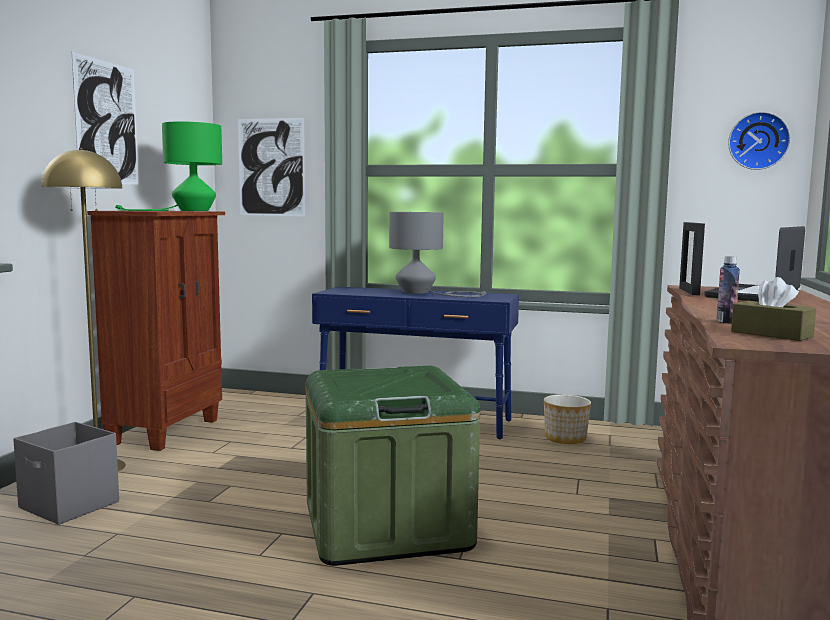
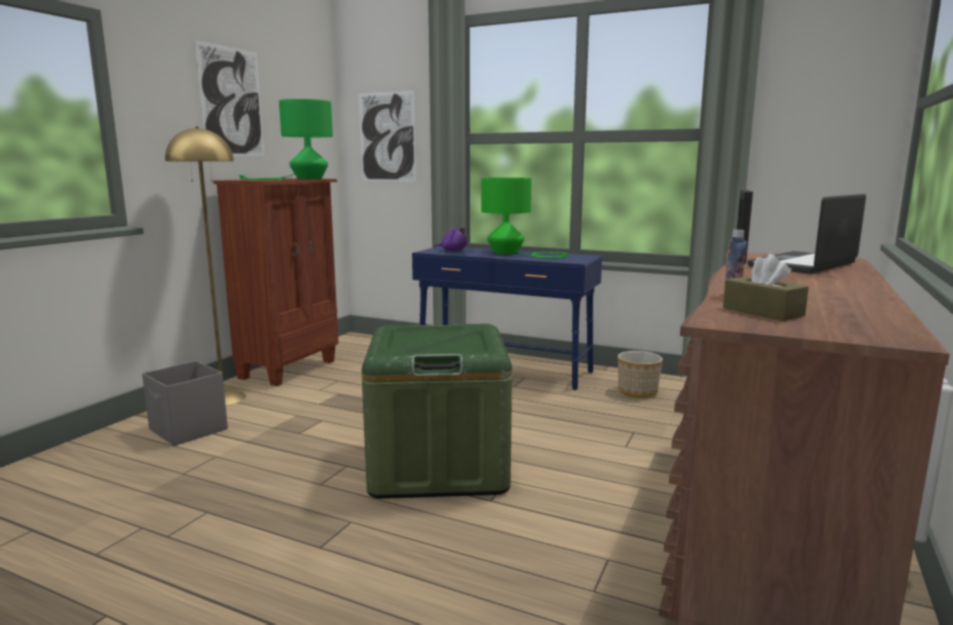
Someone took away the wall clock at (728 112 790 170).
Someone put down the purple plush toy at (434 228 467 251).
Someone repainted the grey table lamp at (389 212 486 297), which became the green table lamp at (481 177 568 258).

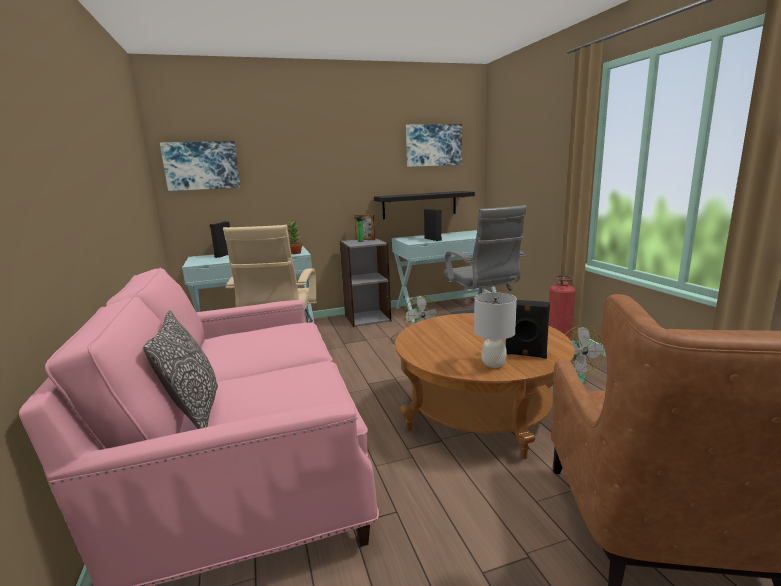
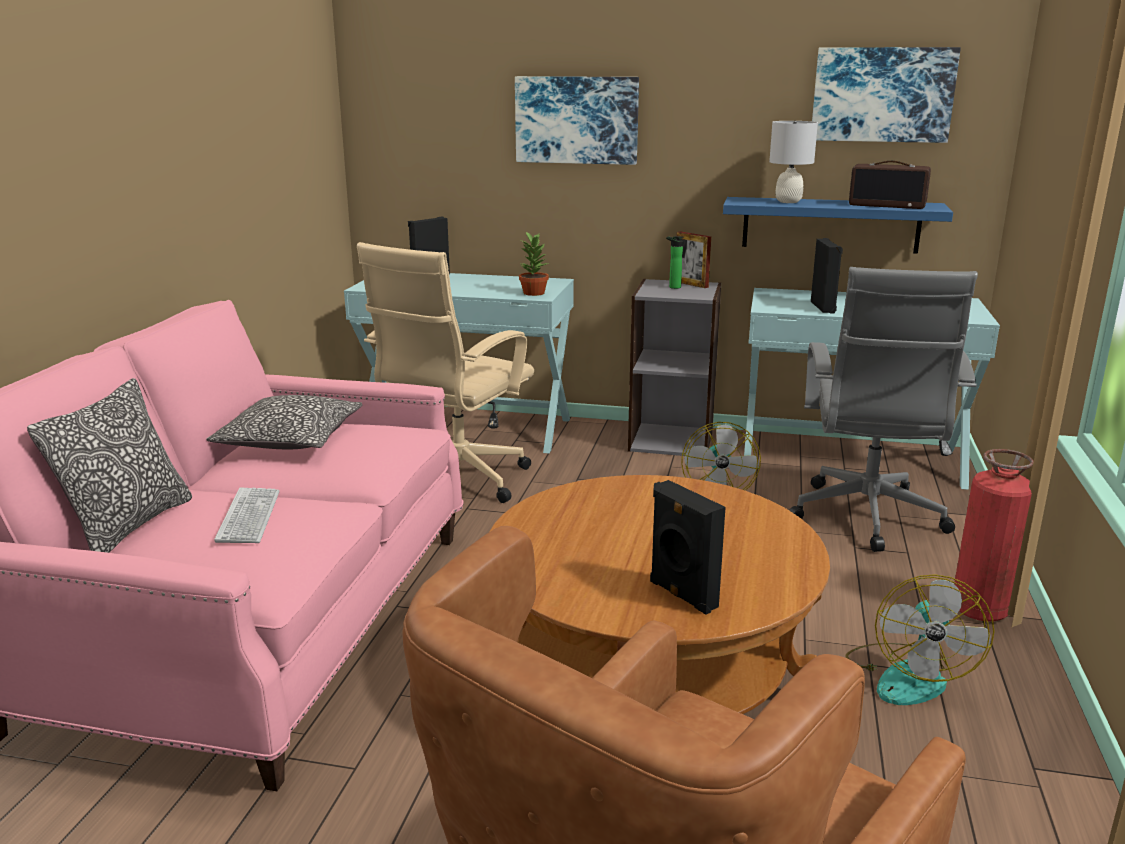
Someone put down the pillow at (206 395 363 449).
Someone put down the keyboard at (214 488 280 543).
Someone put down the radio at (849 161 931 209).
Someone carried the picture from (160 141 240 191) to (515 76 639 165).
Someone carried the grey table lamp from (474 292 517 368) to (769 121 818 203).
Someone repainted the black shelf at (374 191 475 219), which became the blue shelf at (723 197 953 254).

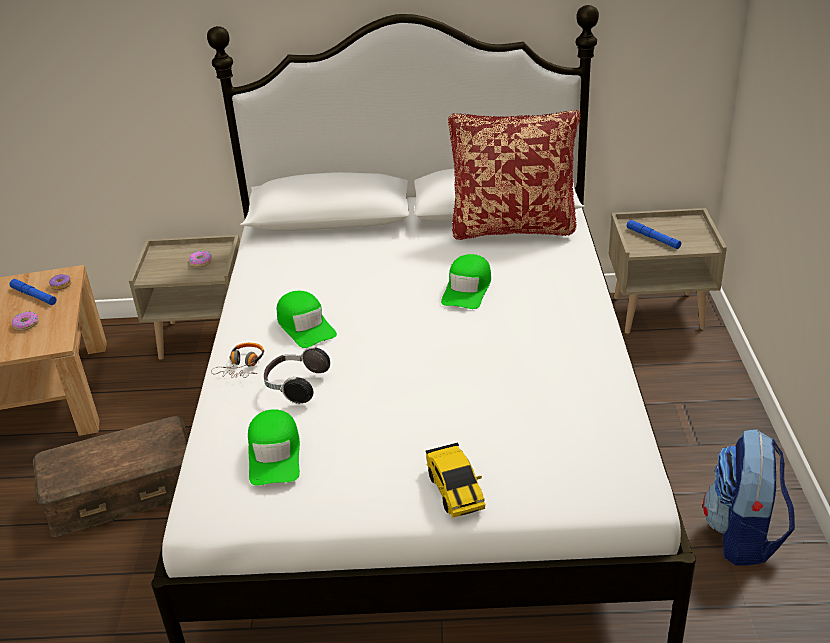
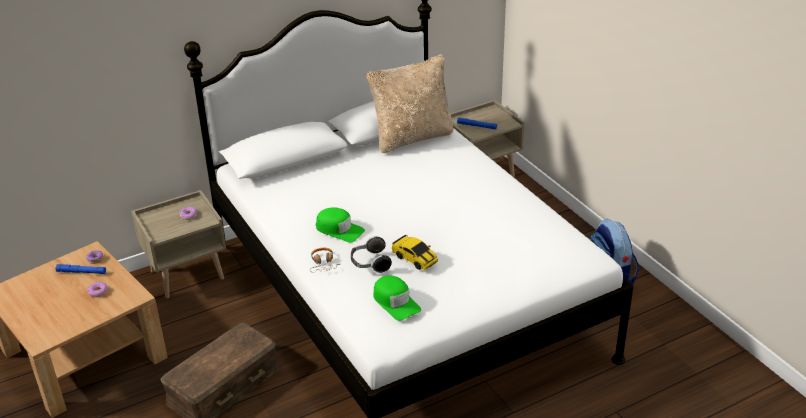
Someone took away the green cap at (441 254 491 309).
Someone carried the toy car from (425 443 486 518) to (392 235 438 270).
Someone repainted the red pillow at (448 110 581 240), which became the beige pillow at (366 54 453 154).

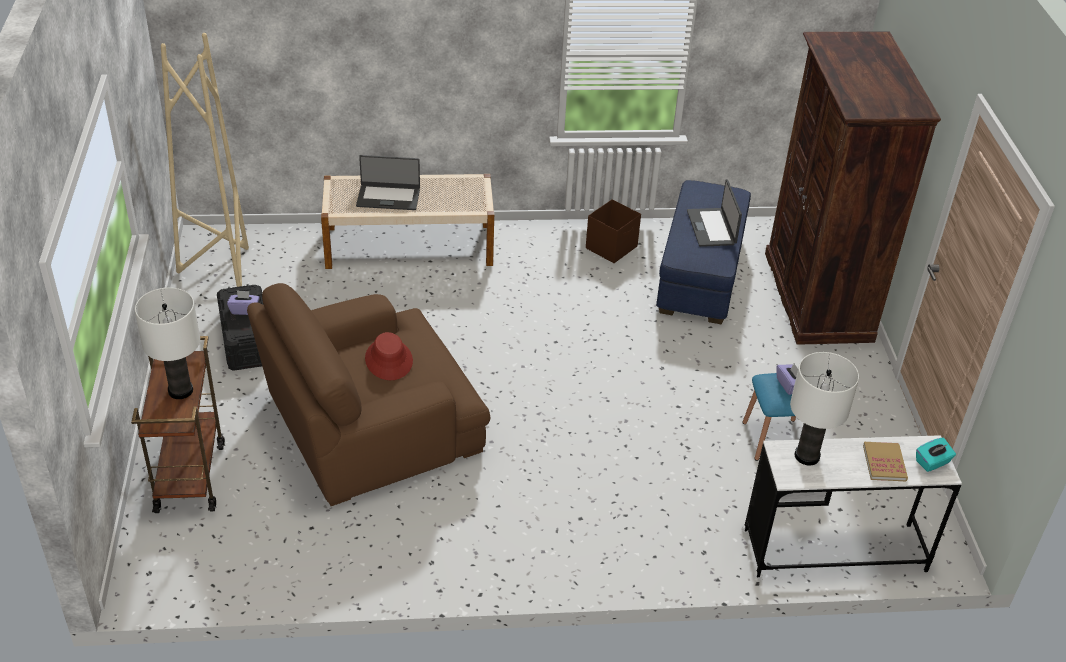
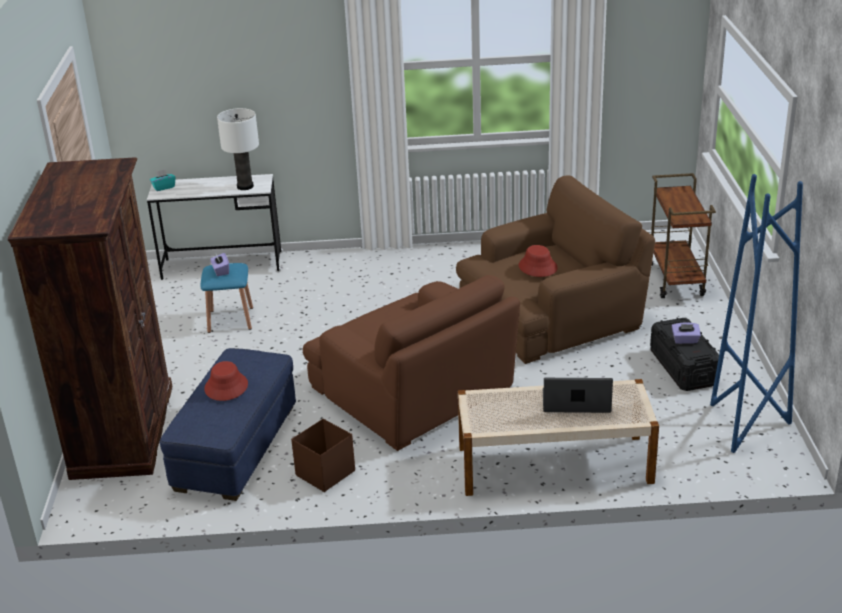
Someone took away the white table lamp at (135 287 200 399).
Someone took away the book at (863 442 908 481).
Someone put down the brown armchair at (303 275 520 451).
Someone swapped the laptop at (687 179 742 247) for the red hat at (204 361 248 401).
Someone repainted the beige clothes rack at (161 33 249 287), which became the blue clothes rack at (710 174 803 453).

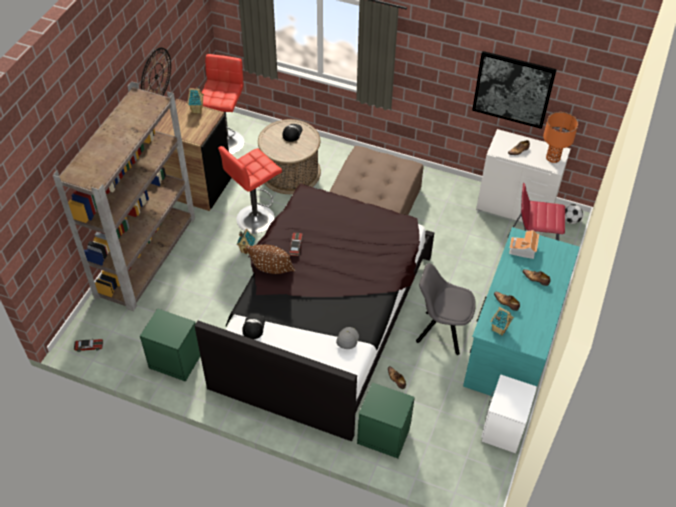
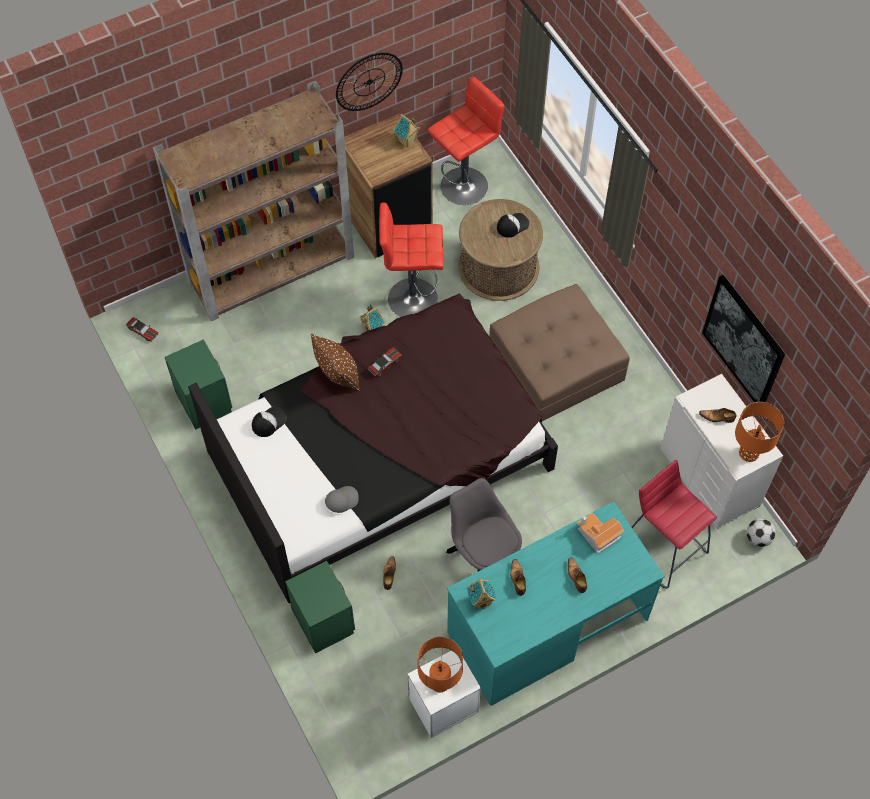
Someone put down the orange table lamp at (418 637 463 692).

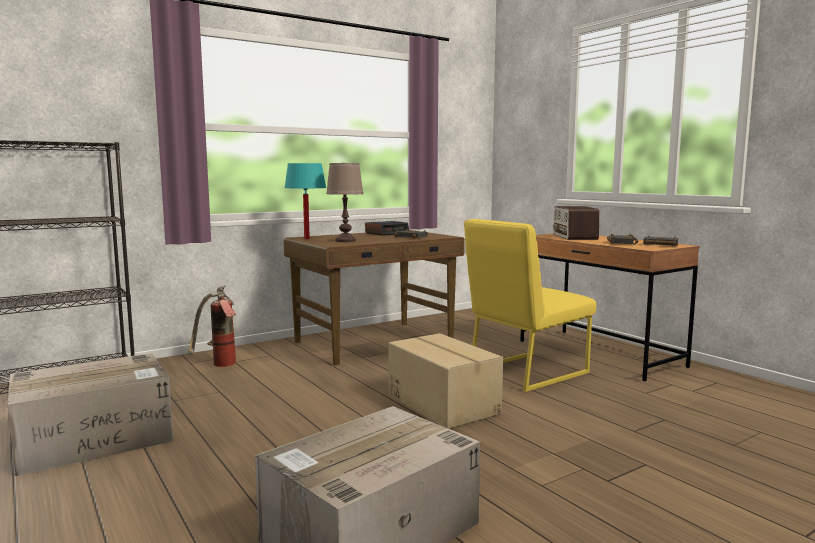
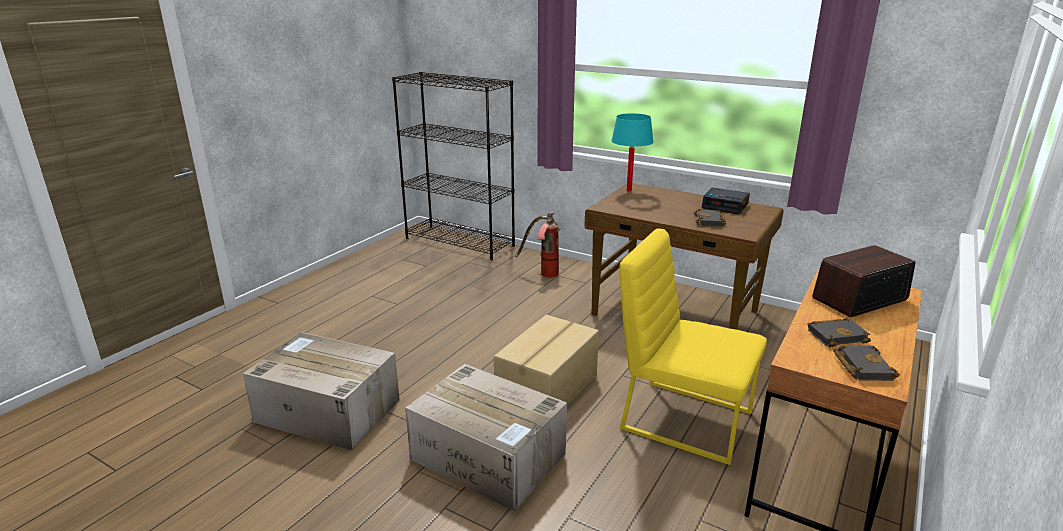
Someone took away the brown table lamp at (326 163 364 242).
Someone carried the cardboard box from (8 353 173 476) to (405 364 567 511).

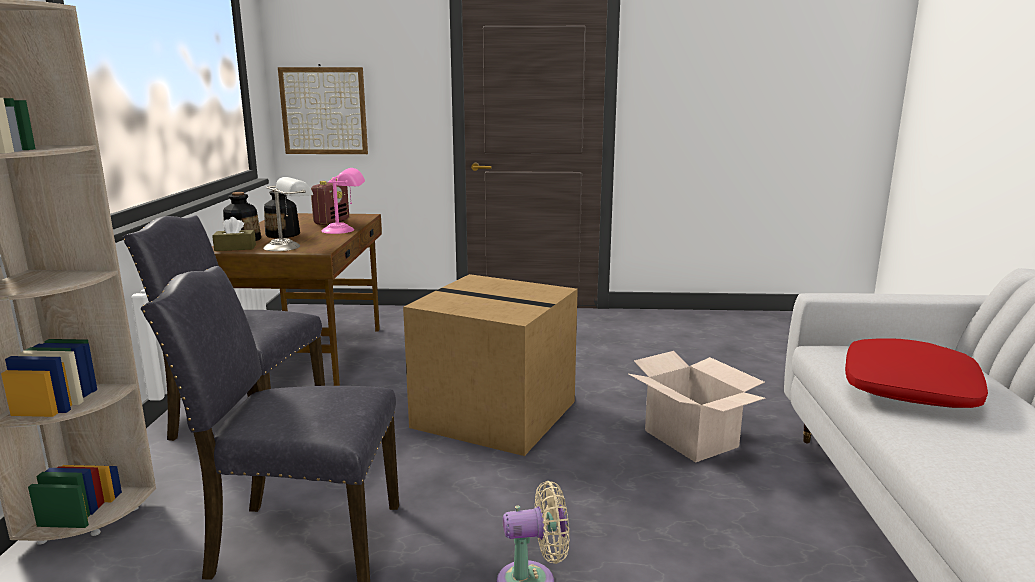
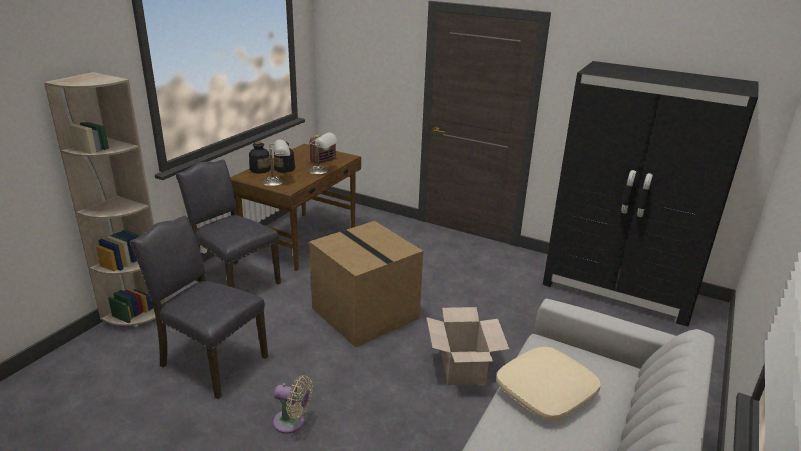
Someone took away the brown tissue box at (212 217 256 251).
Someone took away the picture at (278 64 368 154).
Someone put down the black cabinet at (543 61 759 326).
Someone repainted the pink table lamp at (321 168 365 234), which became the white table lamp at (308 132 338 174).
Someone repainted the red pillow at (845 338 988 408), which became the beige pillow at (496 347 601 420).

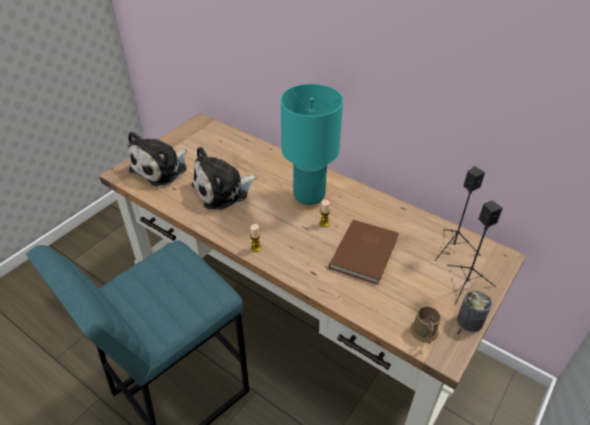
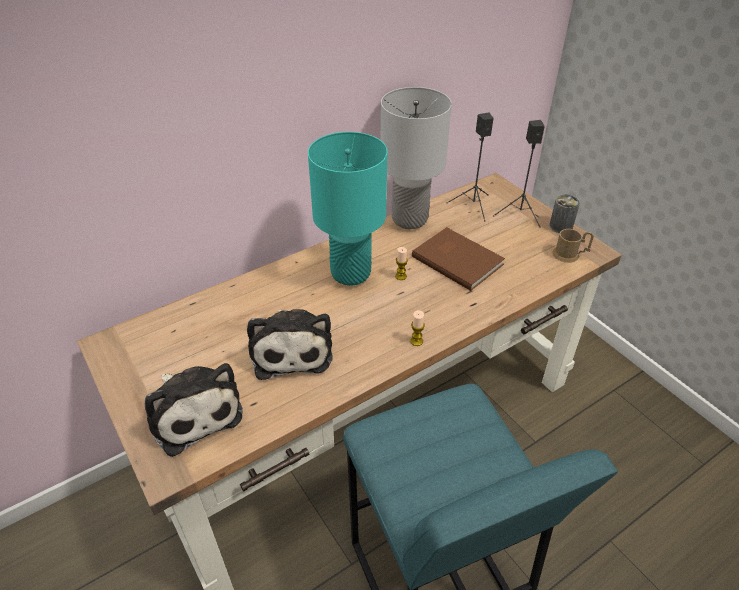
Someone put down the grey table lamp at (381 87 452 229).

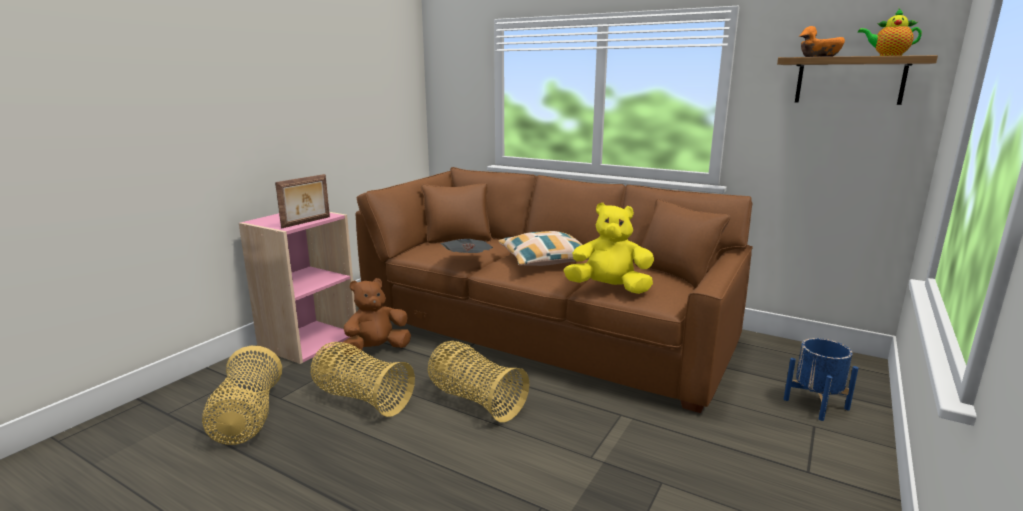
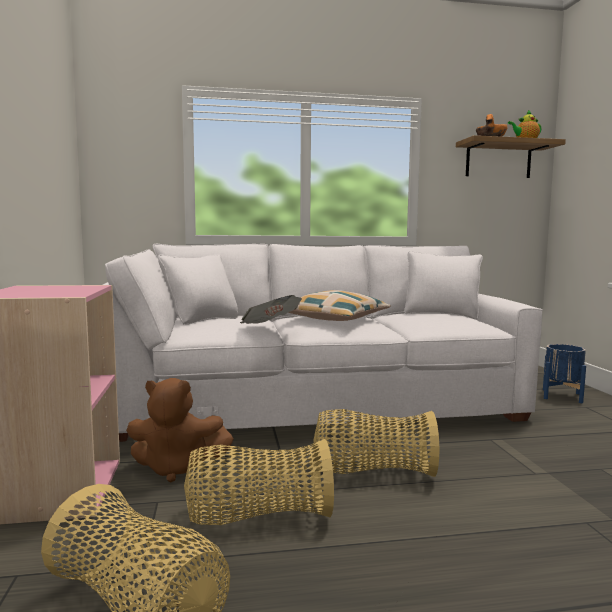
Someone took away the picture frame at (275 174 330 228).
Someone took away the yellow plush toy at (564 203 654 294).
Someone repainted the brown sofa at (355 167 753 413), which became the white sofa at (103 244 543 442).
Someone rotated the brown plush toy at (340 278 411 355) by 105 degrees counterclockwise.

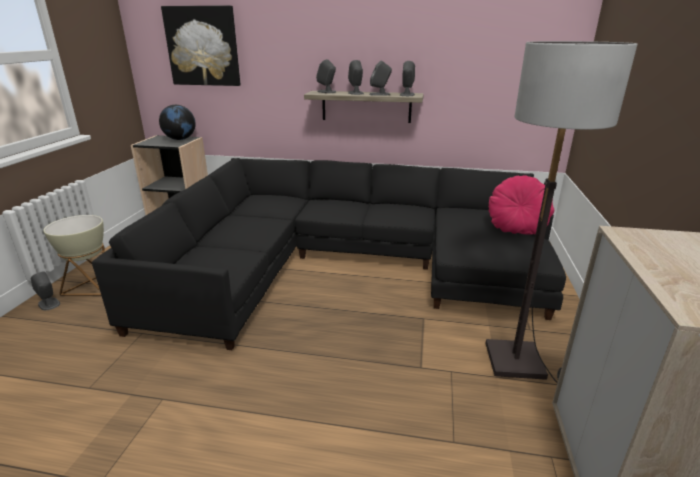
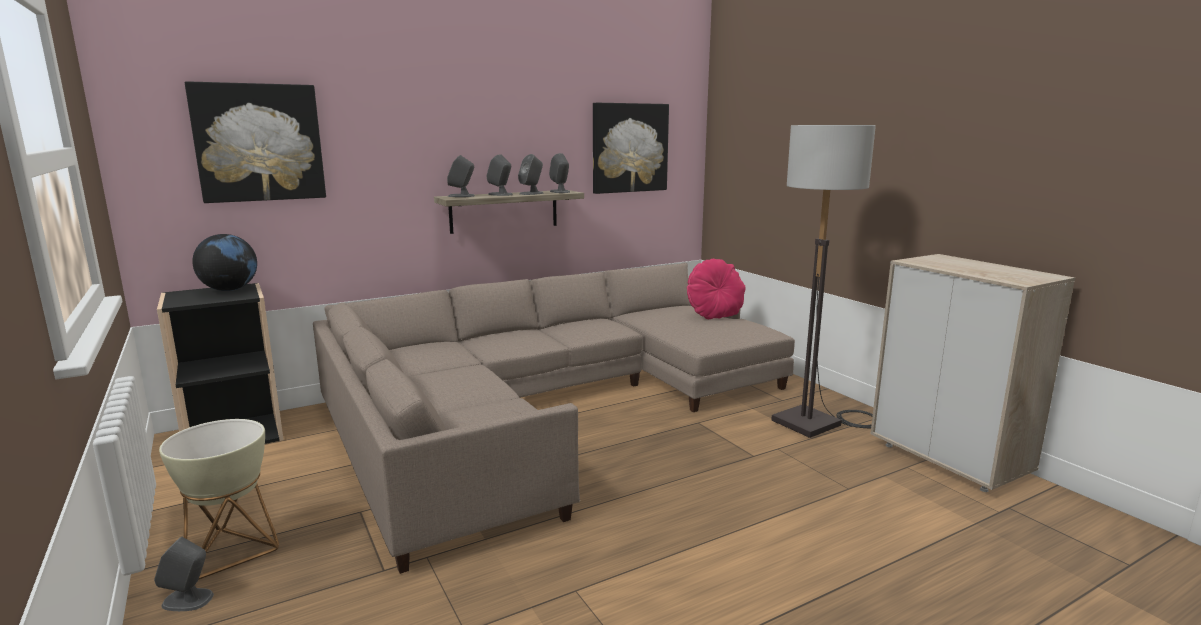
Someone put up the picture at (593 103 669 194).
Someone repainted the black sofa at (92 158 566 350), which became the beige sofa at (313 263 795 574).

